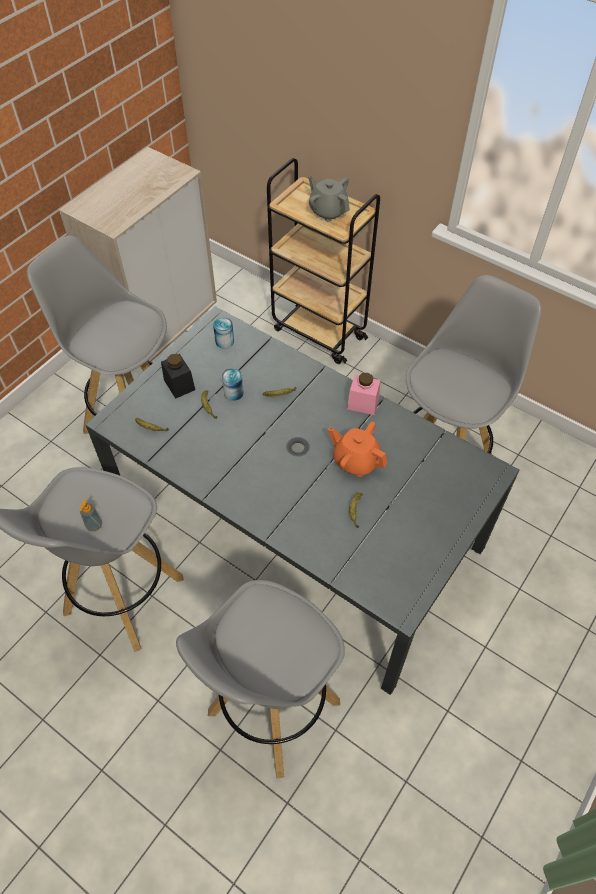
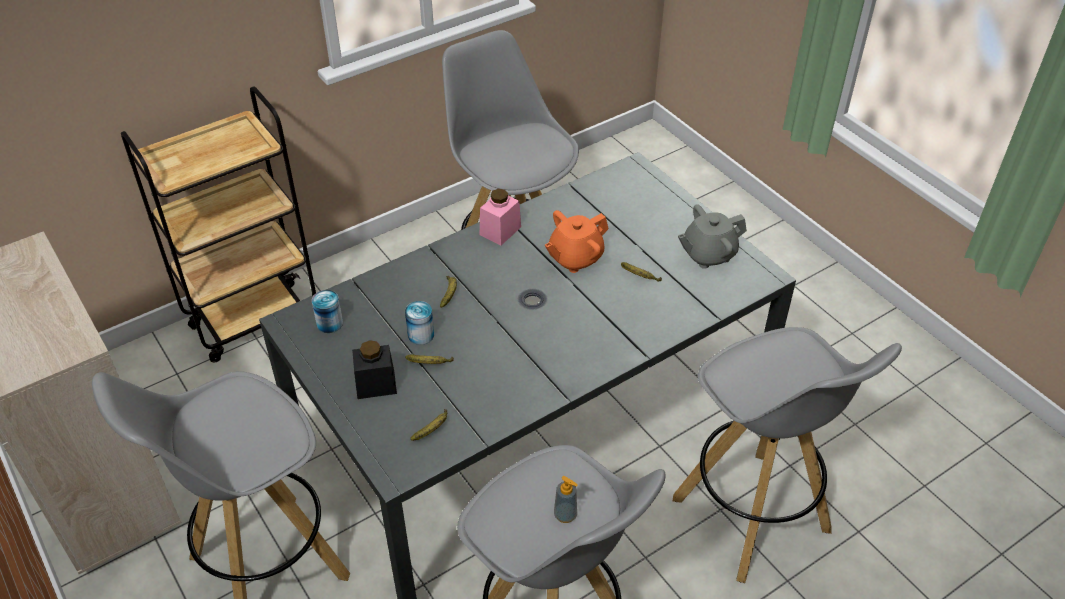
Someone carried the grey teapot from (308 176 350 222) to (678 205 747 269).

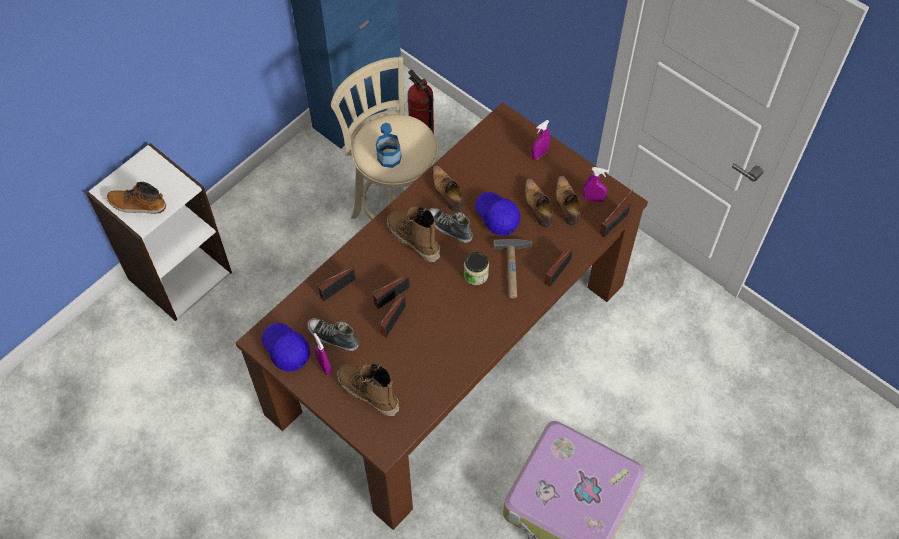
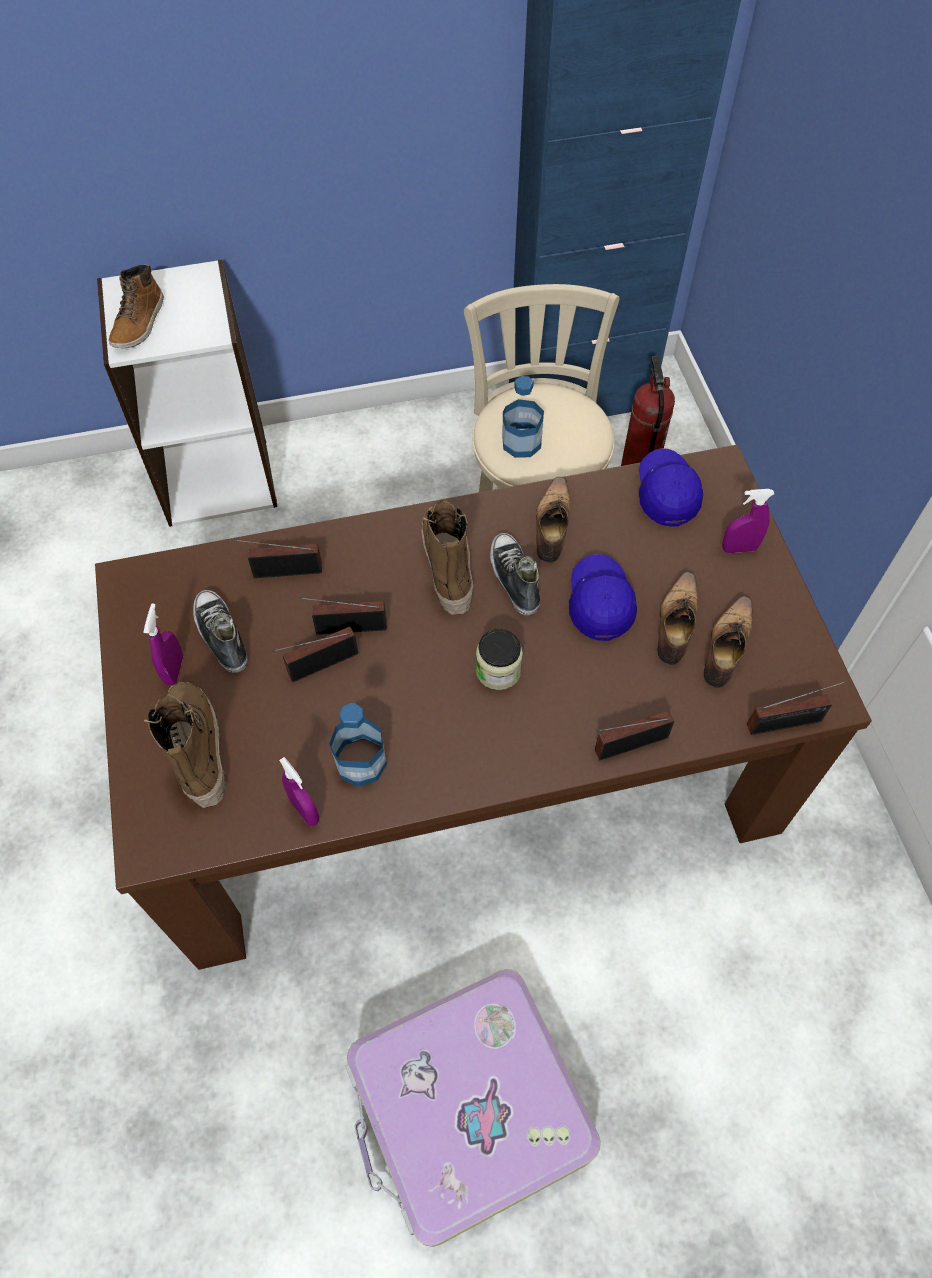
Someone took away the hammer at (494 239 532 298).
Someone put down the bottle at (329 703 387 787).
Someone carried the blue cap from (262 323 310 371) to (639 448 703 526).
Someone carried the purple spray bottle from (583 167 608 203) to (279 757 319 826).
Someone rotated the boot at (107 182 166 214) by 120 degrees counterclockwise.

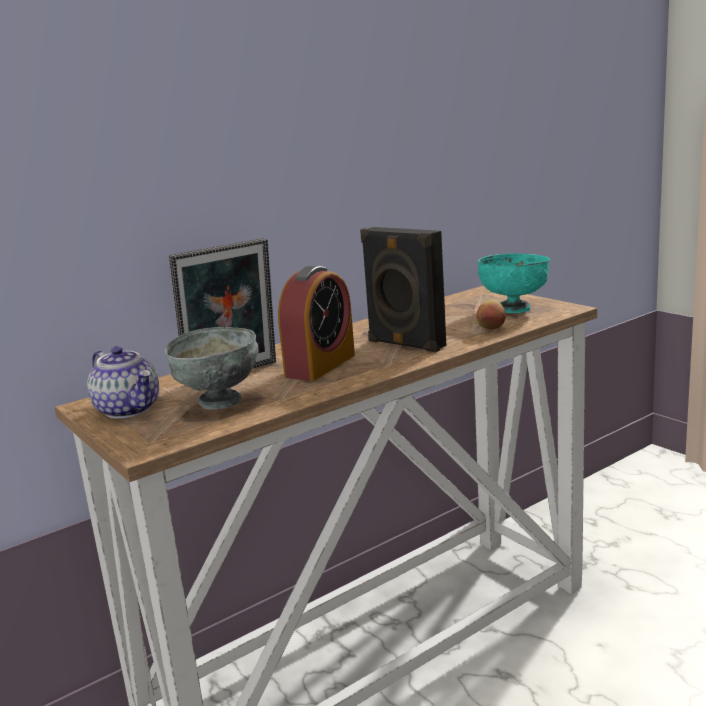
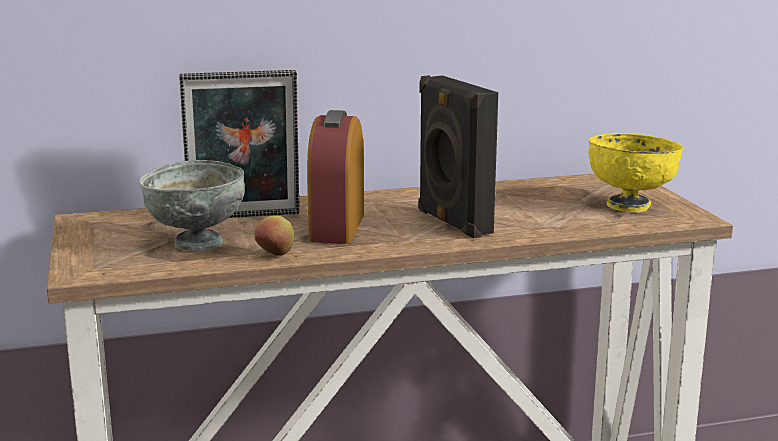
Someone took away the teapot at (87 346 159 418).
Someone carried the apple from (477 300 506 329) to (254 216 294 255).
Someone repainted the turquoise bowl at (478 254 550 313), which became the yellow bowl at (588 133 683 212).
Someone rotated the alarm clock at (278 266 355 381) by 135 degrees clockwise.

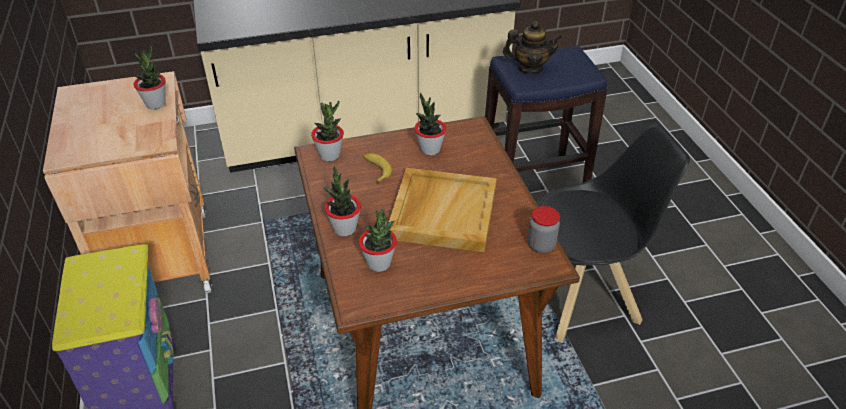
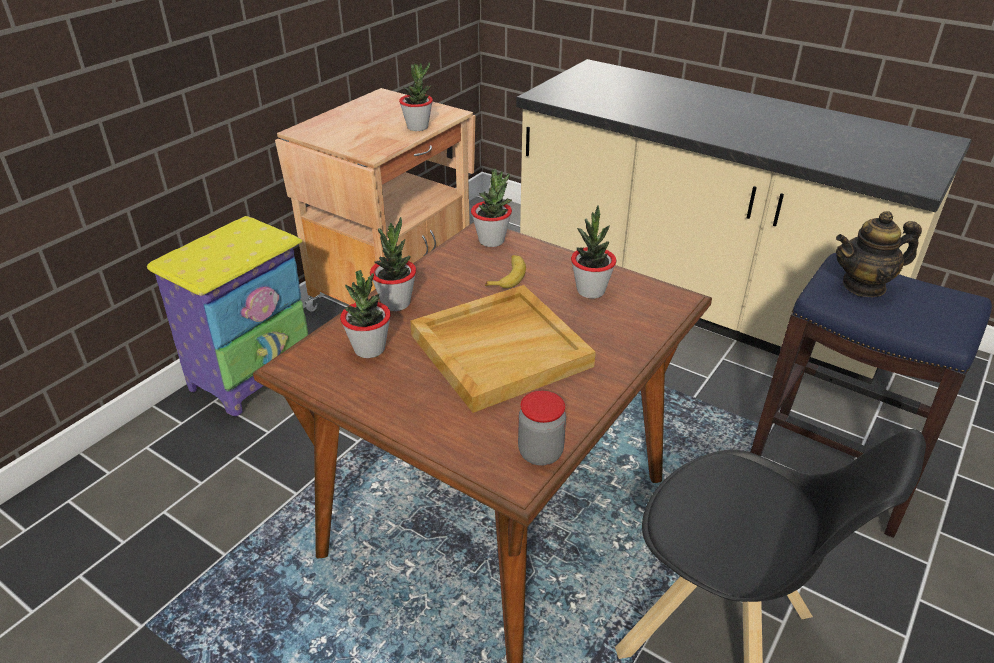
Someone rotated the teapot at (503 21 563 74) by 120 degrees clockwise.

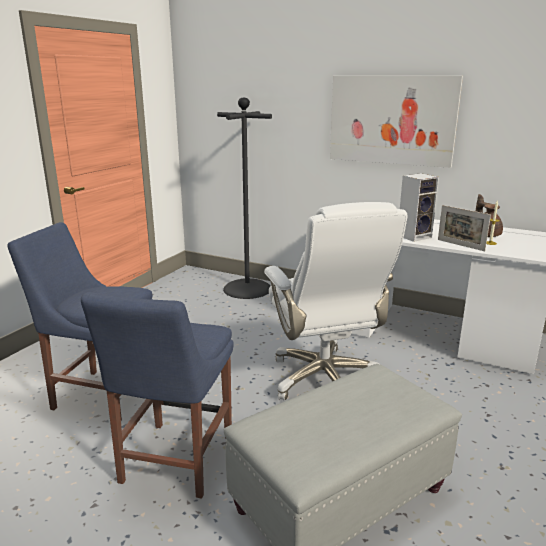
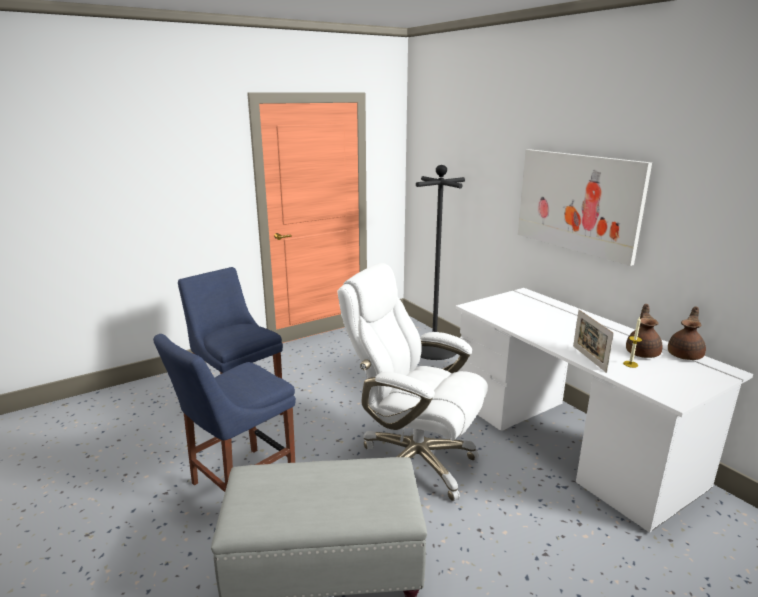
Someone took away the speaker at (400 173 439 242).
Someone put down the brown teapot at (668 306 706 360).
Someone rotated the white office chair at (264 202 408 401) by 105 degrees clockwise.

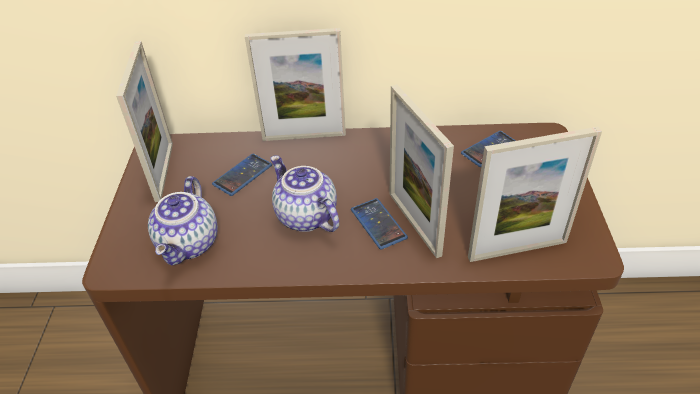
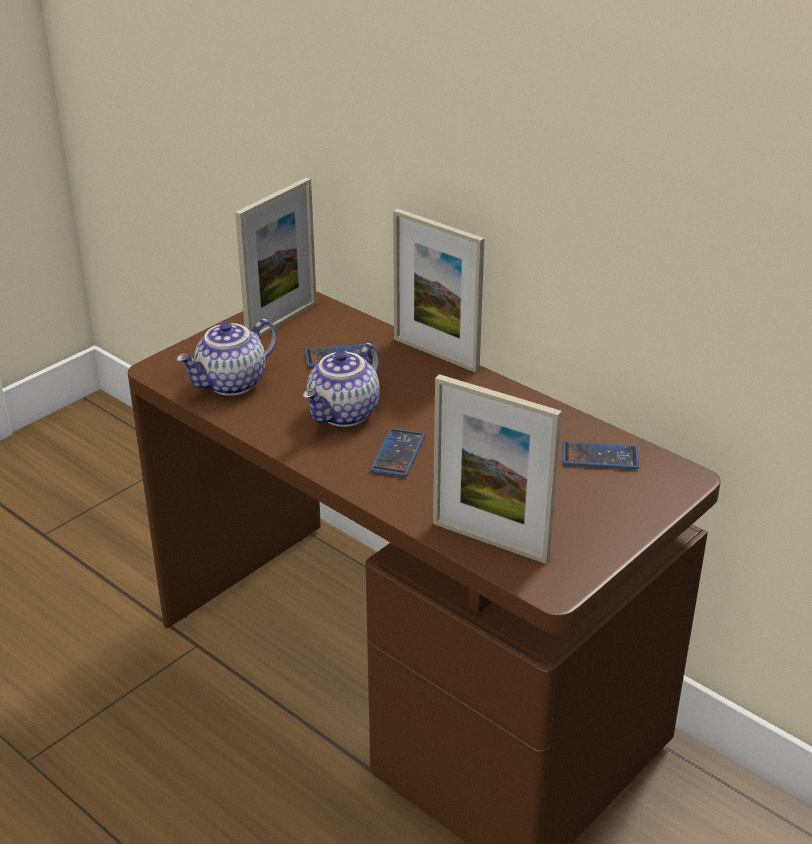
Someone took away the picture frame at (390 84 454 258).
Someone rotated the teapot at (270 155 339 232) by 150 degrees counterclockwise.

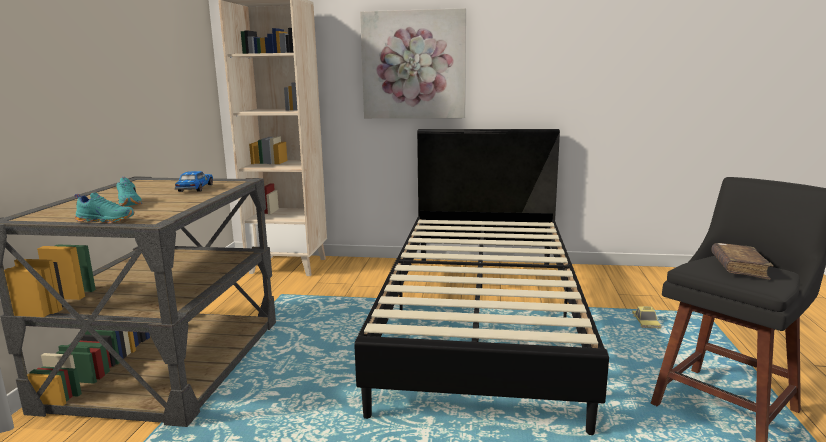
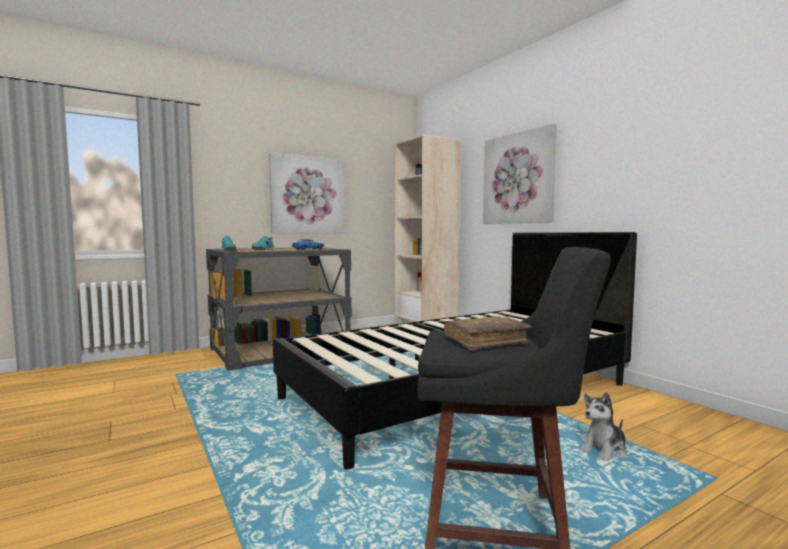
Someone put up the picture at (269 152 345 233).
Someone swapped the toy car at (632 306 661 329) for the plush toy at (579 392 627 461).

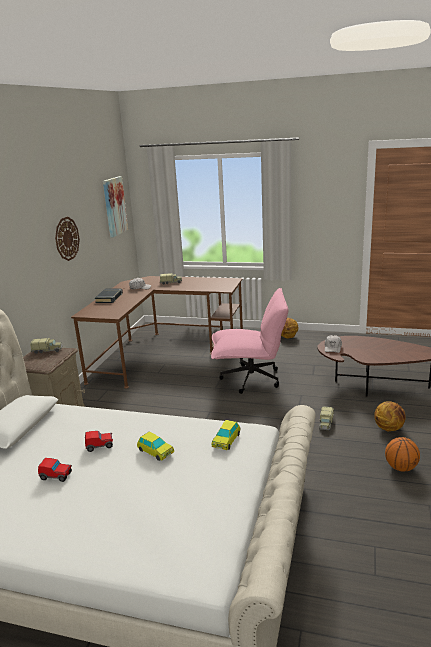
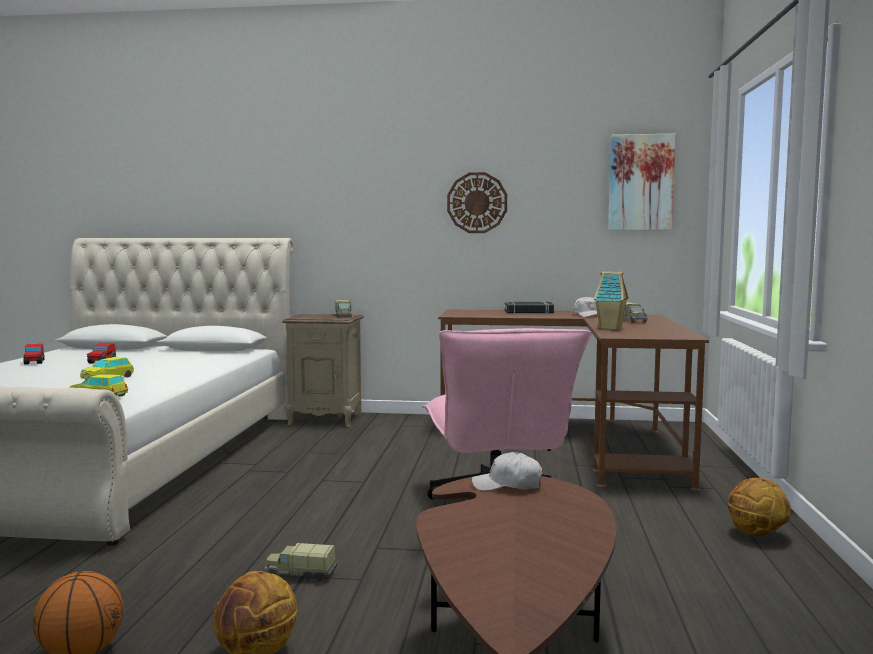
Someone put down the toy house at (594 271 629 330).
Someone carried the toy car from (85 431 113 452) to (23 344 45 365).

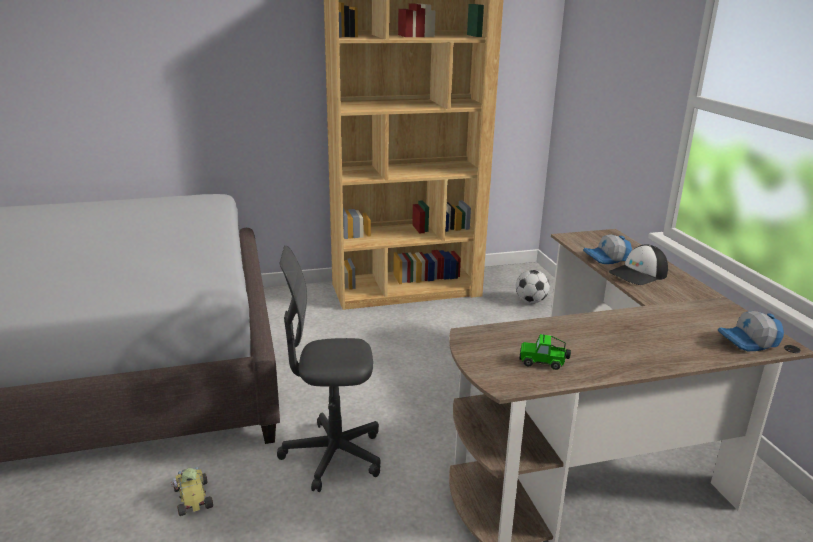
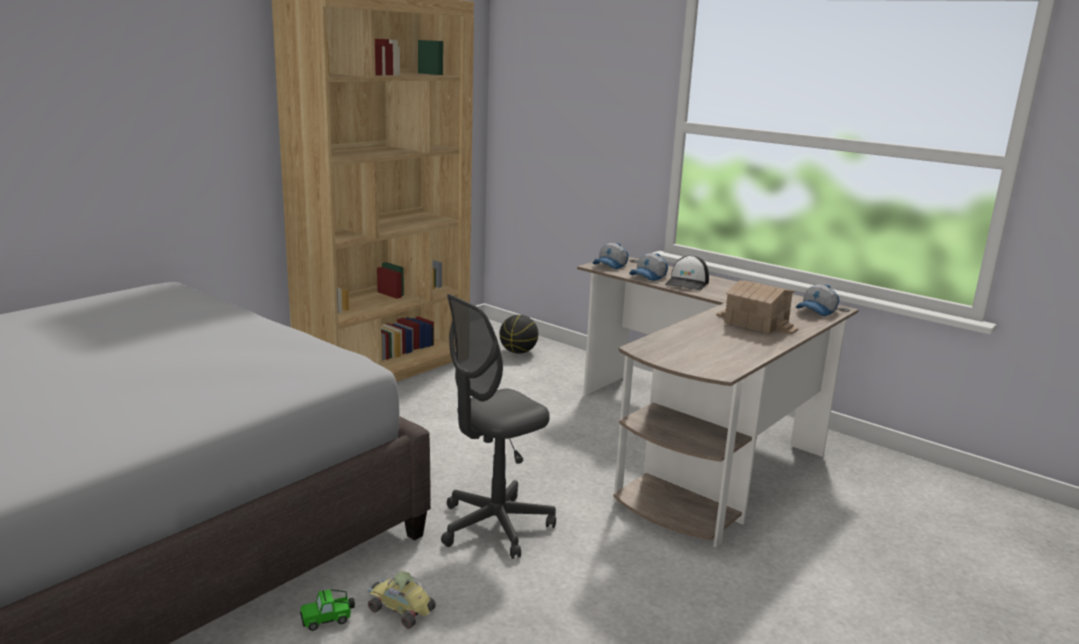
Someone put down the cap at (593 243 629 269).
Someone put down the toy house at (716 280 798 334).
Someone carried the toy car from (520 334 571 370) to (300 589 355 631).
Someone swapped the football at (516 270 550 303) for the basketball at (499 315 538 354).

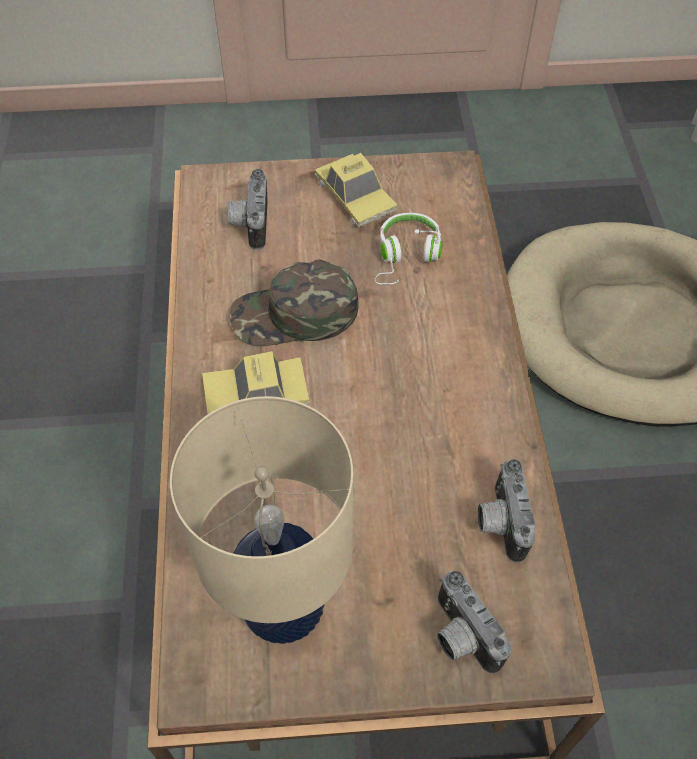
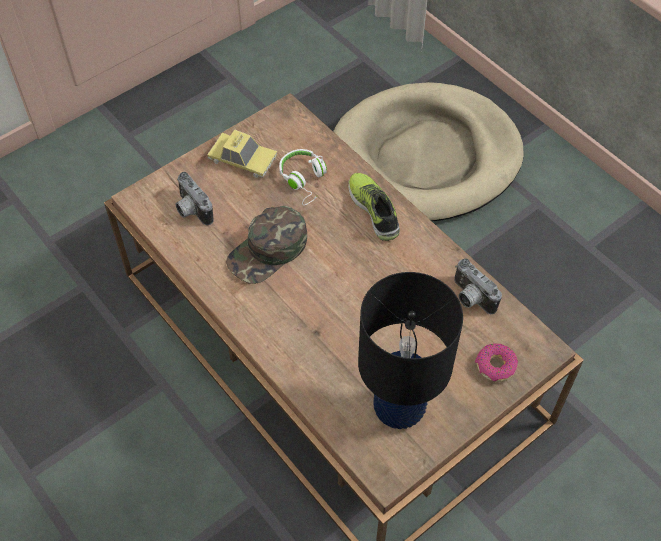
Someone took away the toy car at (202 351 309 414).
Someone put down the shoe at (348 173 400 241).
Someone swapped the photo camera at (437 571 511 674) for the donut at (475 343 518 382).
Someone repainted the beige table lamp at (170 396 353 644), which became the black table lamp at (358 272 463 429).

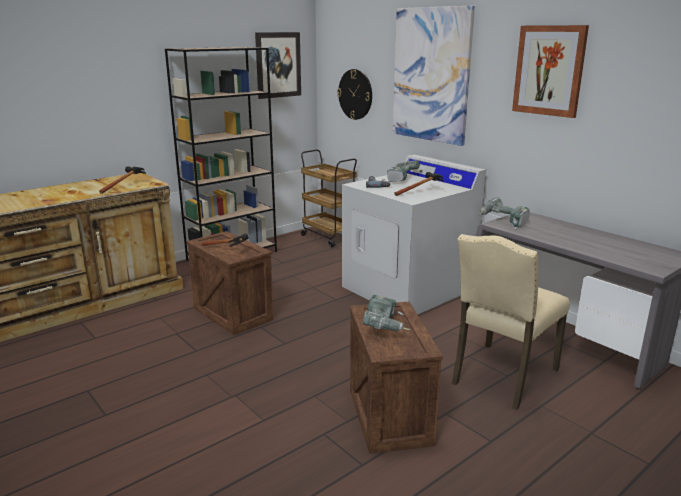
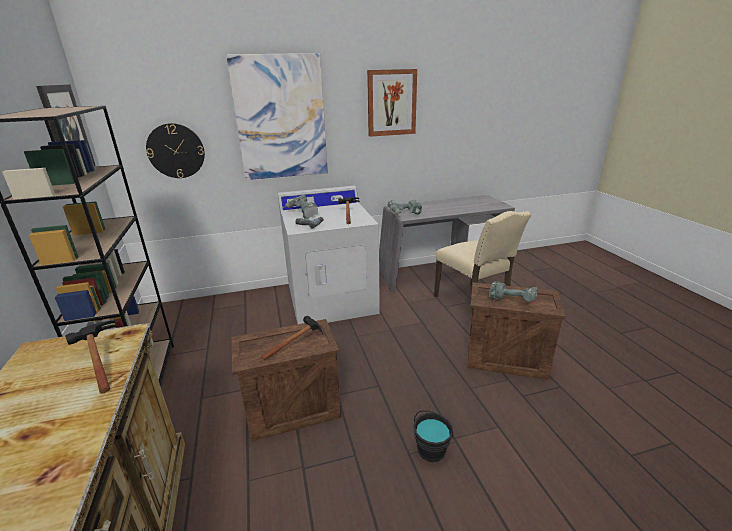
Someone took away the brown cart at (301 150 357 248).
Someone put down the black bucket at (413 411 453 462).

